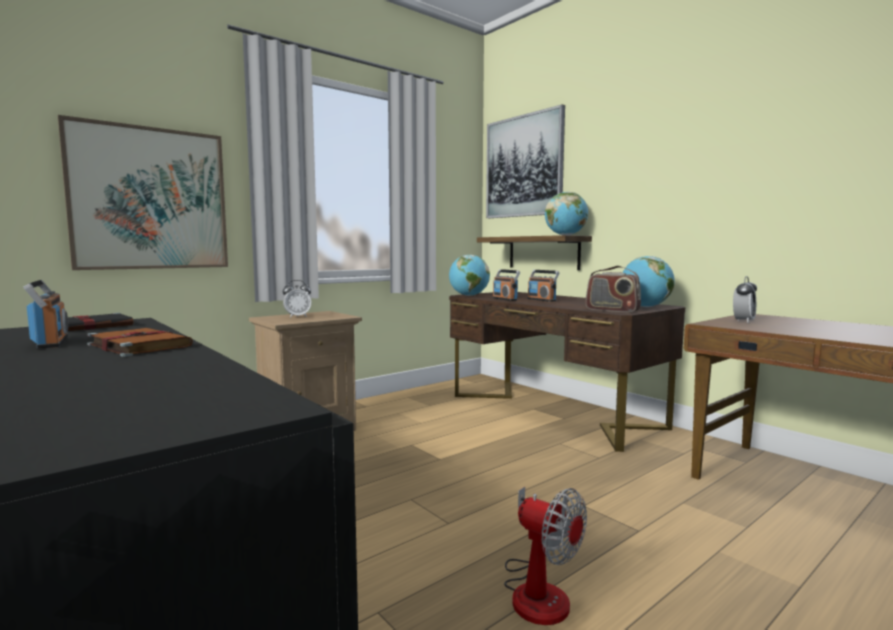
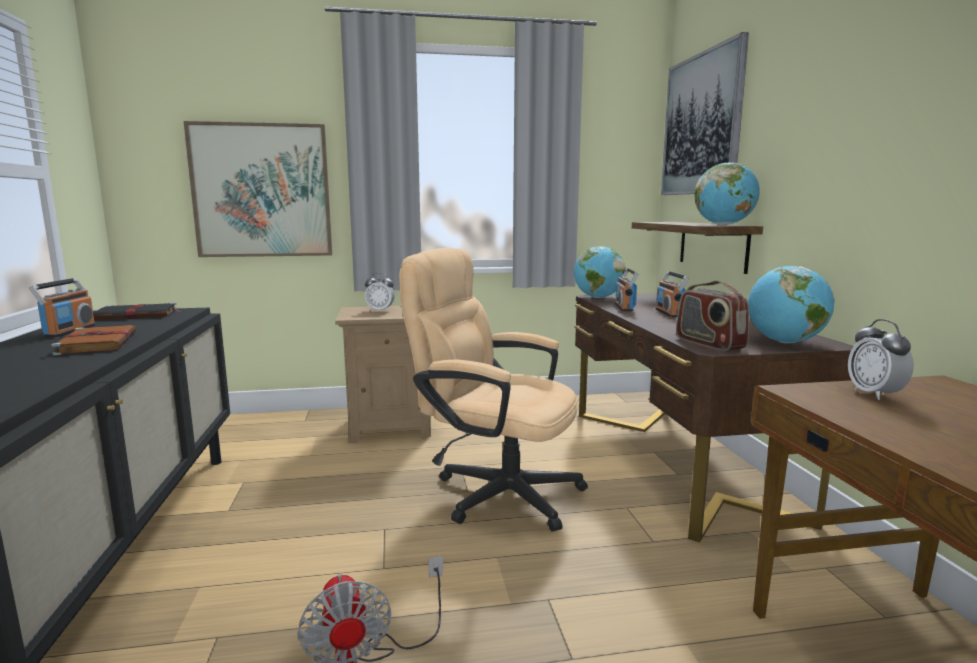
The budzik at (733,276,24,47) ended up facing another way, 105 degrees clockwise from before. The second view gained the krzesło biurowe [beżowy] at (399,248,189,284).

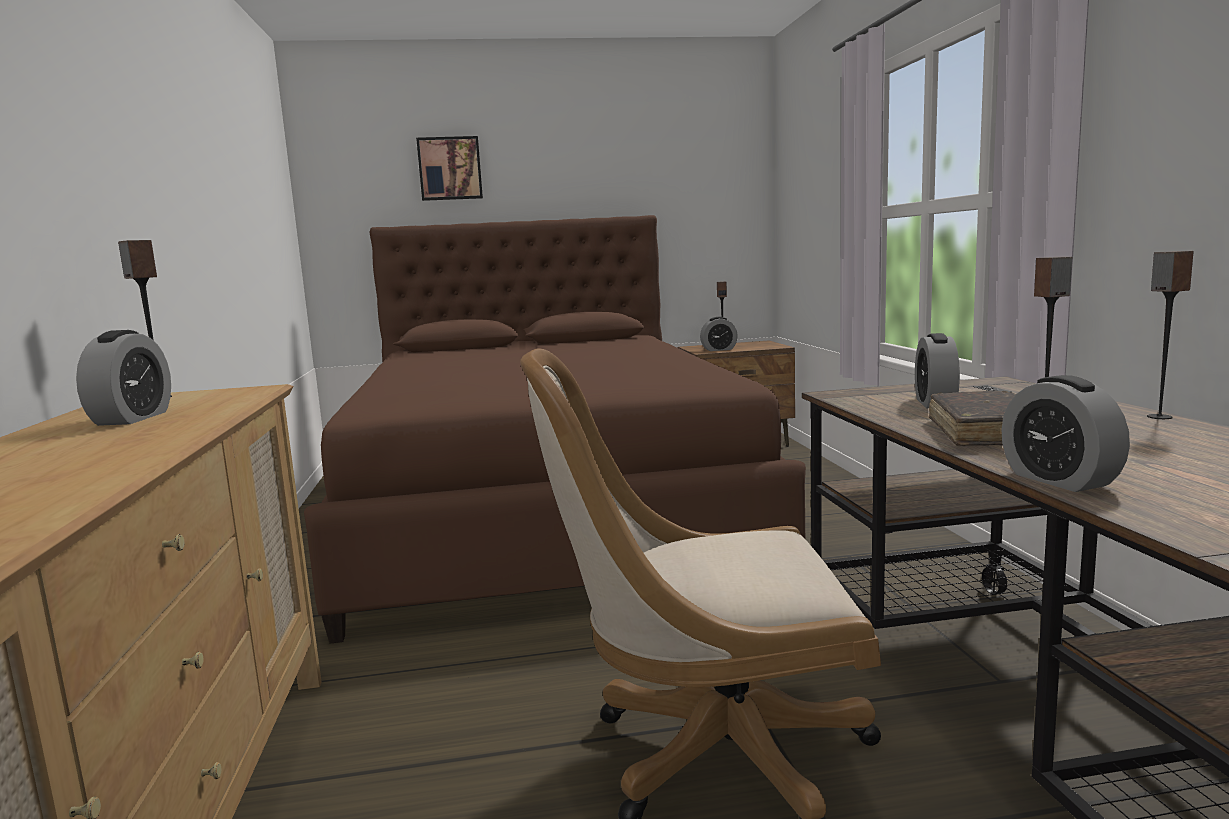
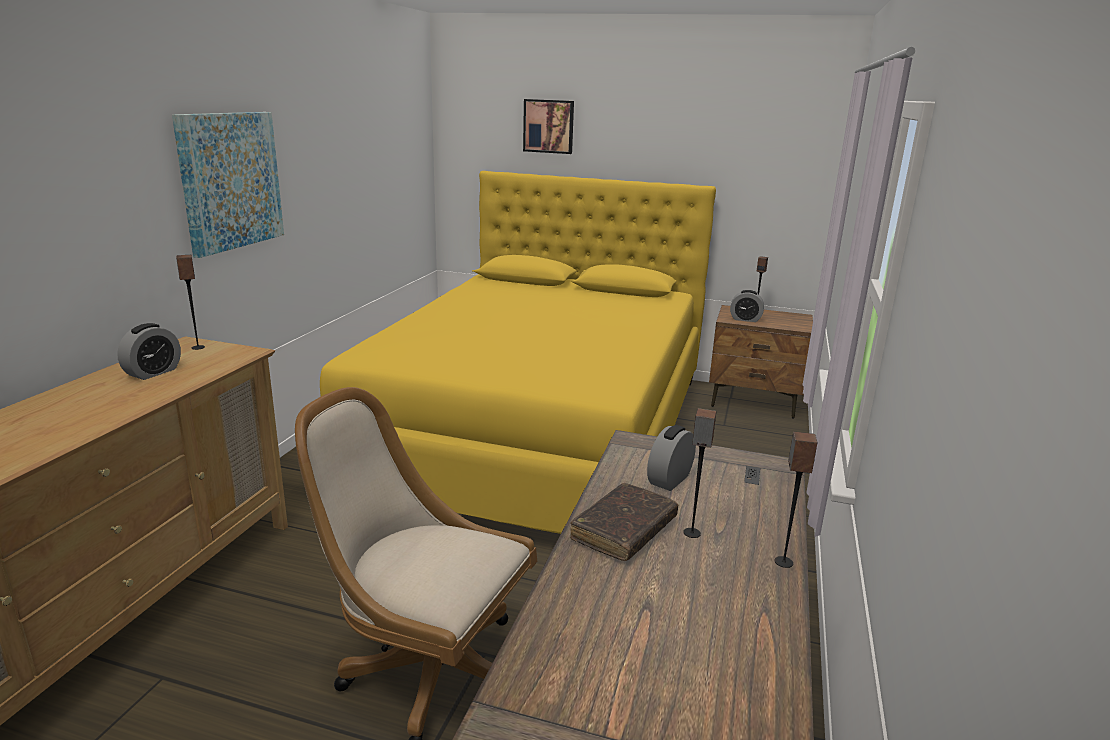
What was the łóżko [brązowy] at (304,215,502,429) turned into the łóżko [żółty] at (320,171,396,363). The second view lost the budzik at (1001,375,129,117). The second view gained the obraz at (172,112,112,146).

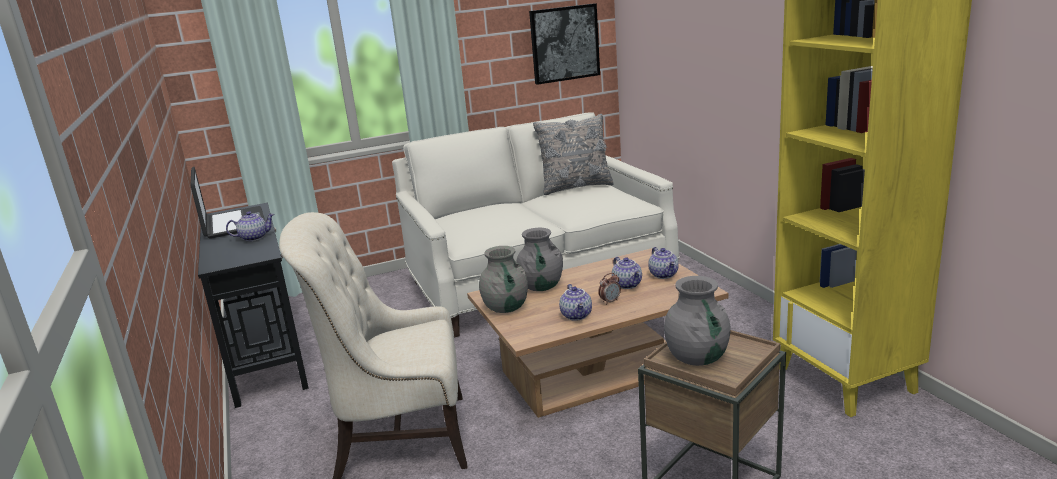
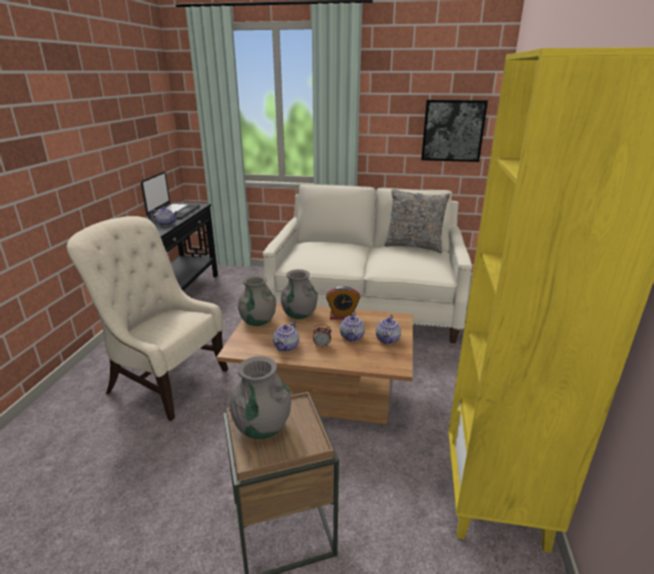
The second view gained the budzik at (326,286,34,34).

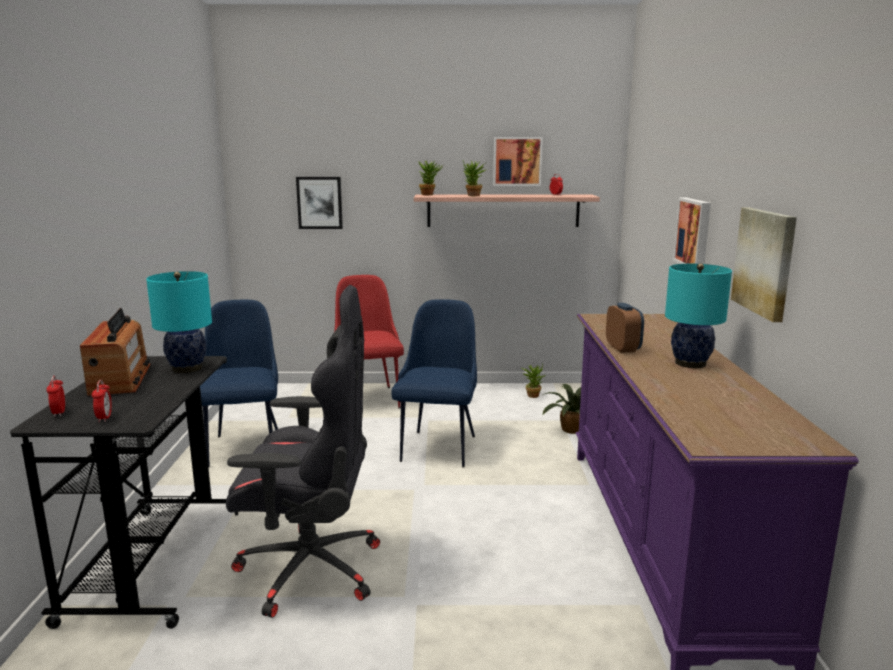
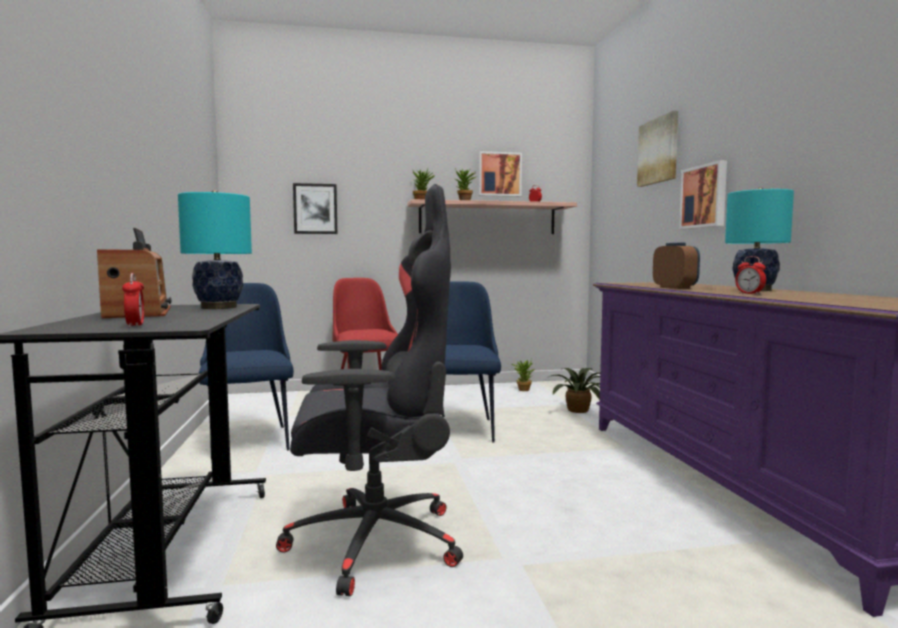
The budzik ended up elsewhere, having gone from (46,375,19,42) to (735,256,31,38). The obraz ended up elsewhere, having gone from (731,208,66,114) to (637,111,41,76).

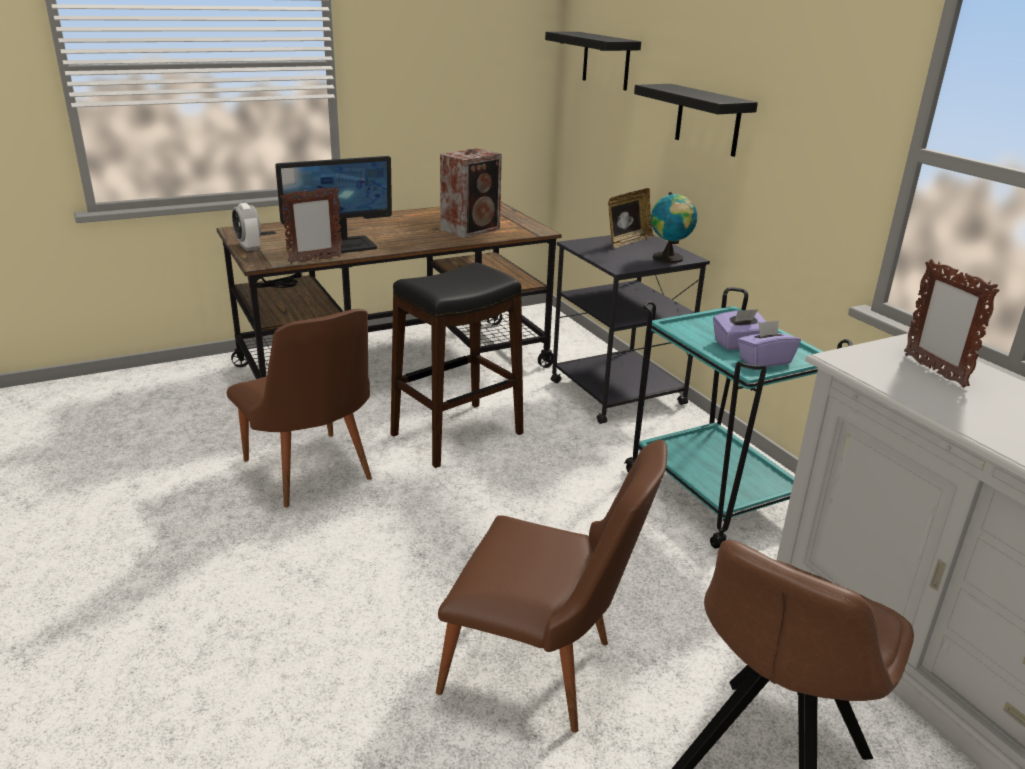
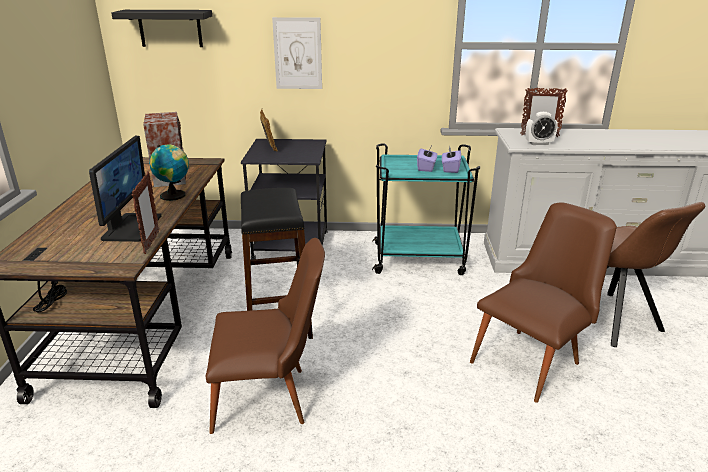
The budzik ended up elsewhere, having gone from (232,203,29,48) to (526,112,32,33). Where the półka [czarny] hung at (634,84,124,73), the obraz came to hang at (272,17,50,72). The globus ended up elsewhere, having gone from (651,192,46,71) to (149,144,40,57).

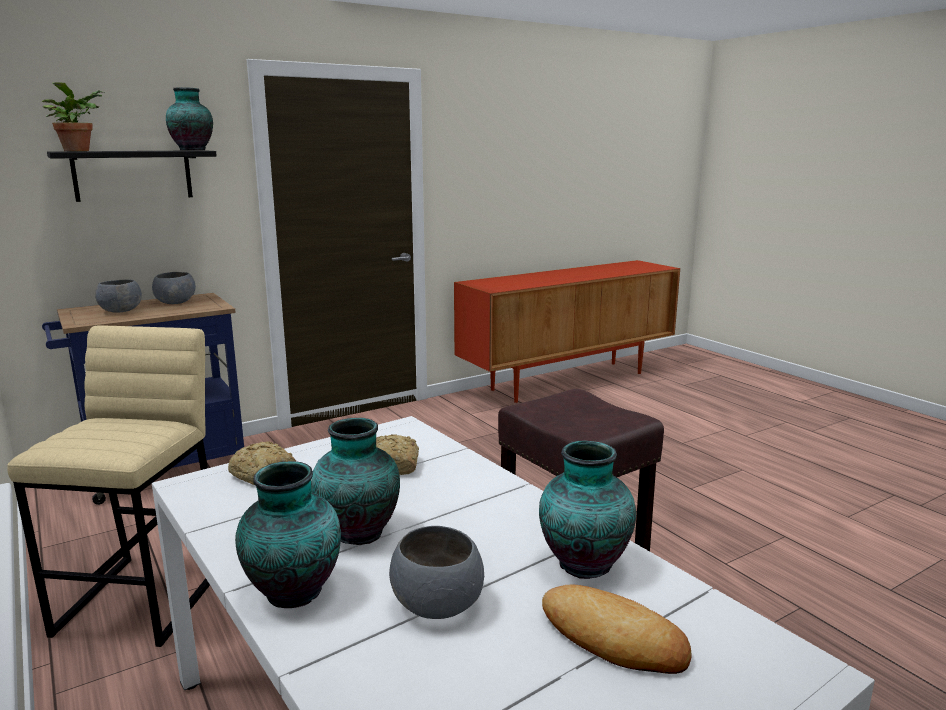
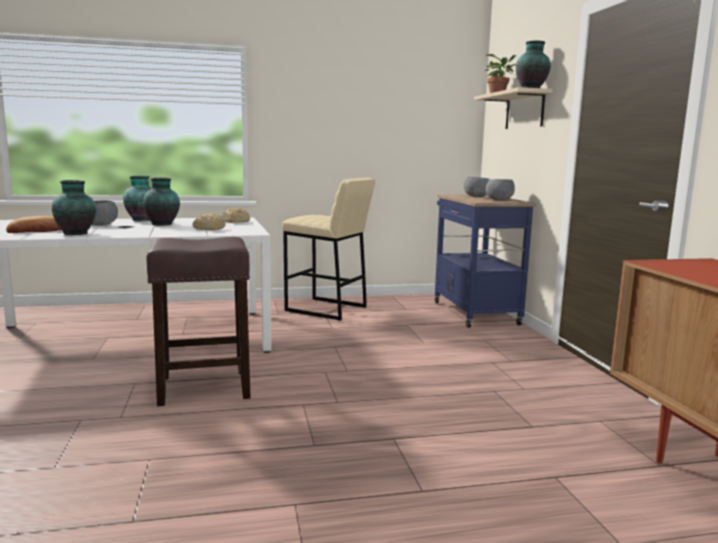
What was the półka [czarny] at (47,150,170,52) turned into the półka [beżowy] at (474,87,79,42).

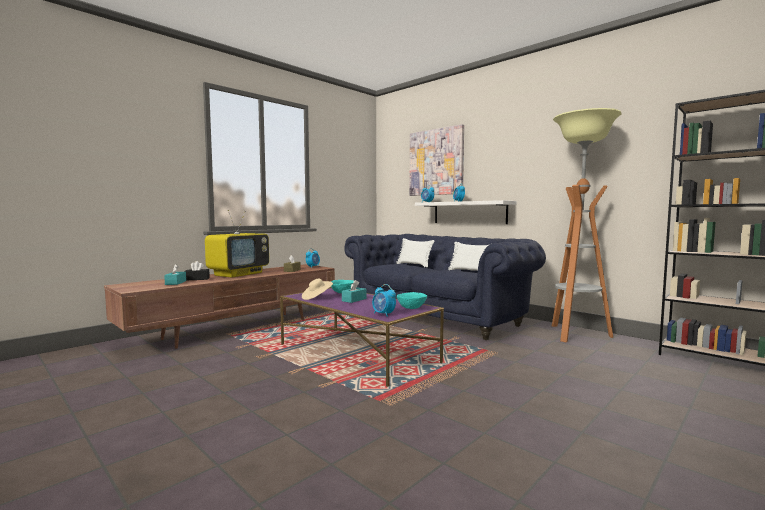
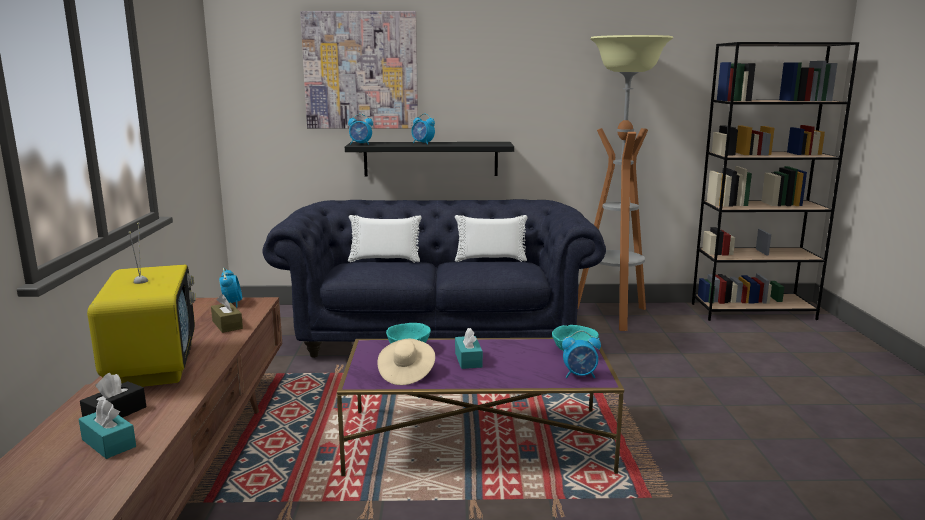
What was the półka [biały] at (415,200,102,24) turned into the półka [czarny] at (345,142,169,34).

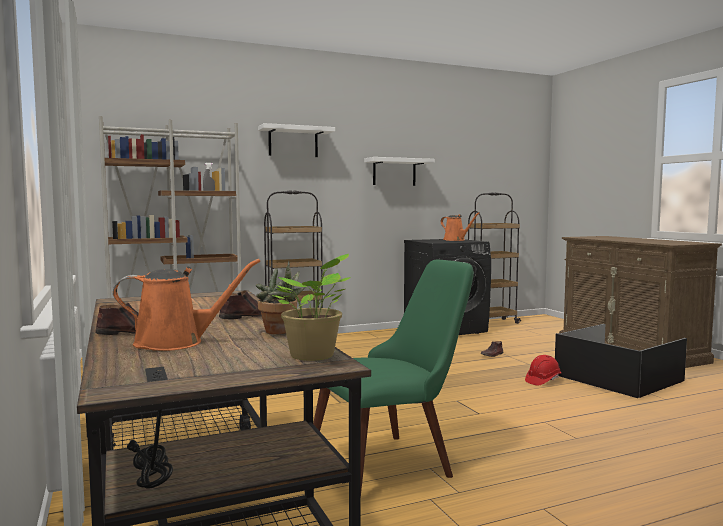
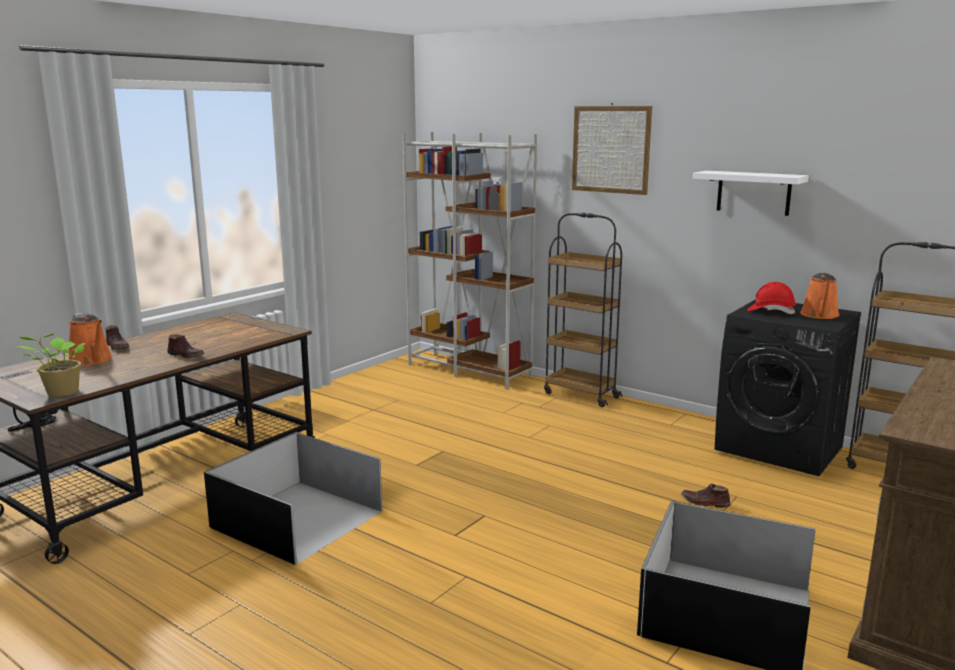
The second view lost the roślina doniczkowa at (256,261,49,73). Where the półka [biały] hung at (258,123,77,34), the obraz came to hang at (572,103,80,92). Where the krzesło [zielony] stood at (313,260,161,230), the pojemnik do przechowywania [czarny] came to stand at (204,432,178,133). The kask [czerwony] ended up elsewhere, having gone from (525,355,36,30) to (748,282,48,32).

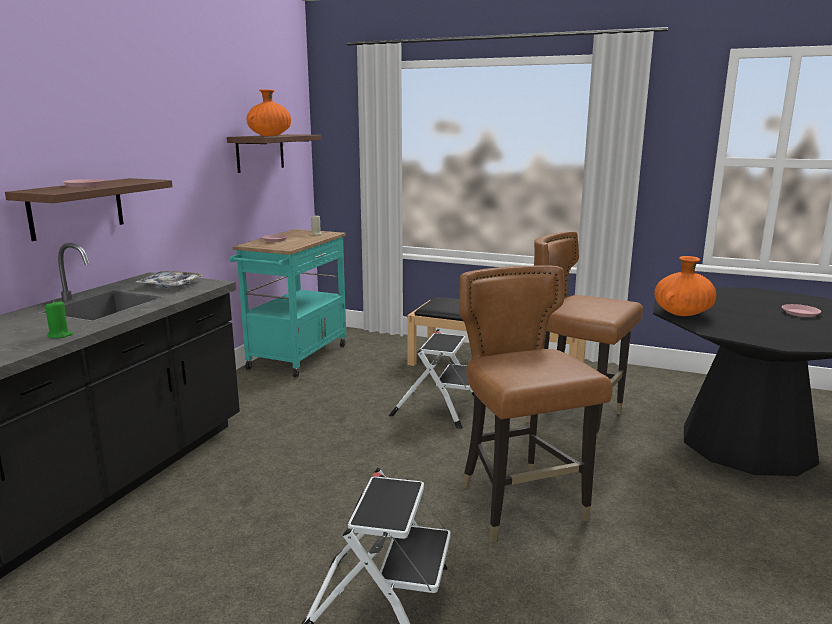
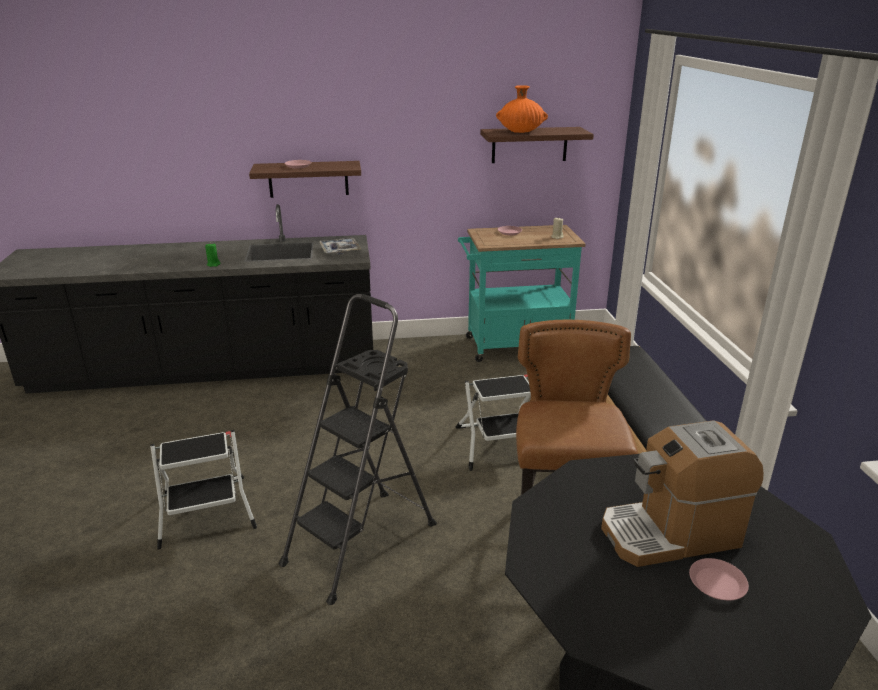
Where the krzesło [brązowy] stood at (459,265,154,277), the drabinka came to stand at (278,294,159,311). The second view lost the wazon [pomarańczowy] at (654,256,62,60). The second view gained the ekspres do kawy at (601,420,162,147).

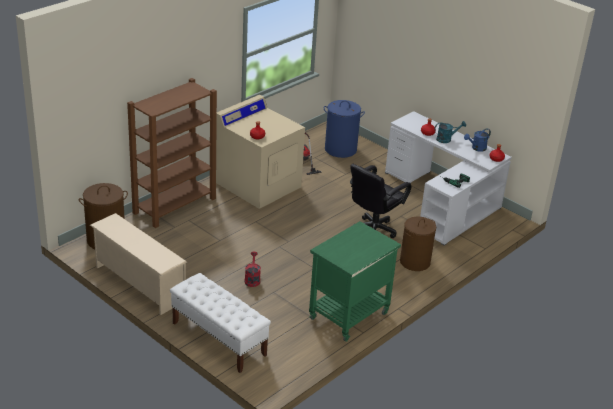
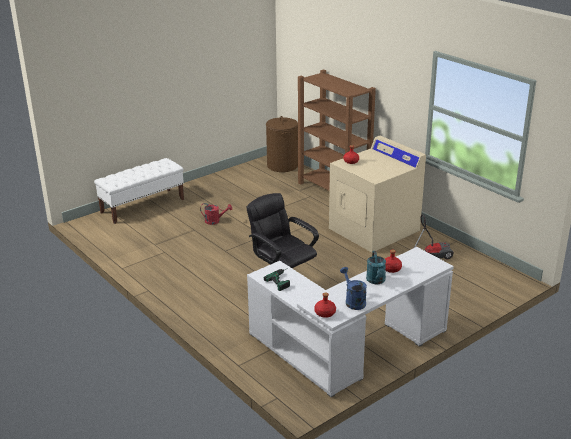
The second view lost the regał na buty [beżowy] at (90,213,97,102). The second view lost the wózek [zielony] at (309,221,92,121). The second view lost the kosz na pranie [niebieski] at (324,100,41,58). The second view lost the kosz na pranie [brązowy] at (400,217,36,54).

